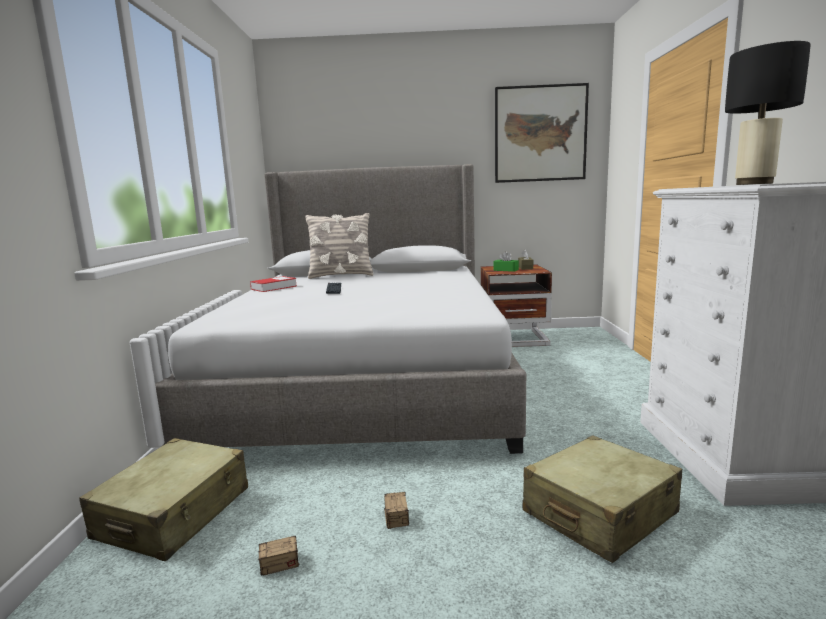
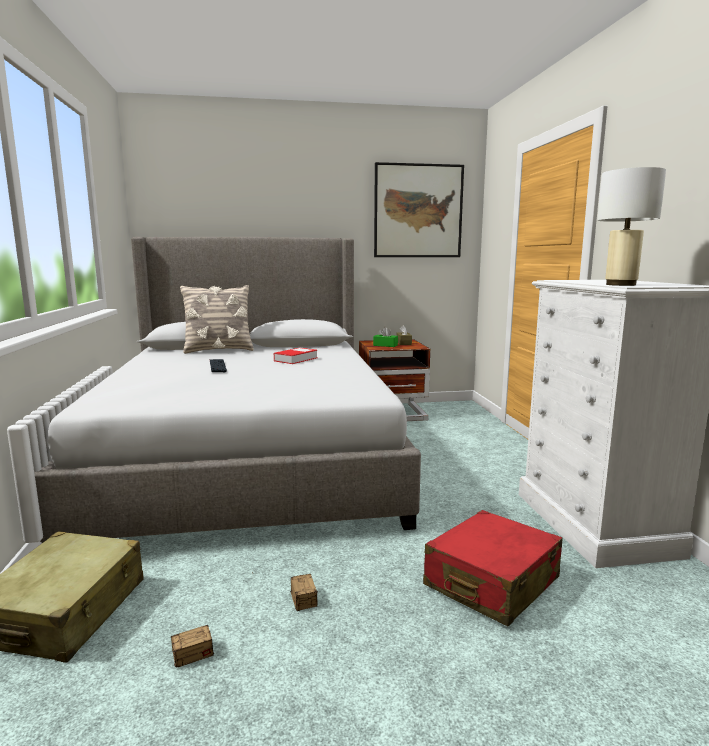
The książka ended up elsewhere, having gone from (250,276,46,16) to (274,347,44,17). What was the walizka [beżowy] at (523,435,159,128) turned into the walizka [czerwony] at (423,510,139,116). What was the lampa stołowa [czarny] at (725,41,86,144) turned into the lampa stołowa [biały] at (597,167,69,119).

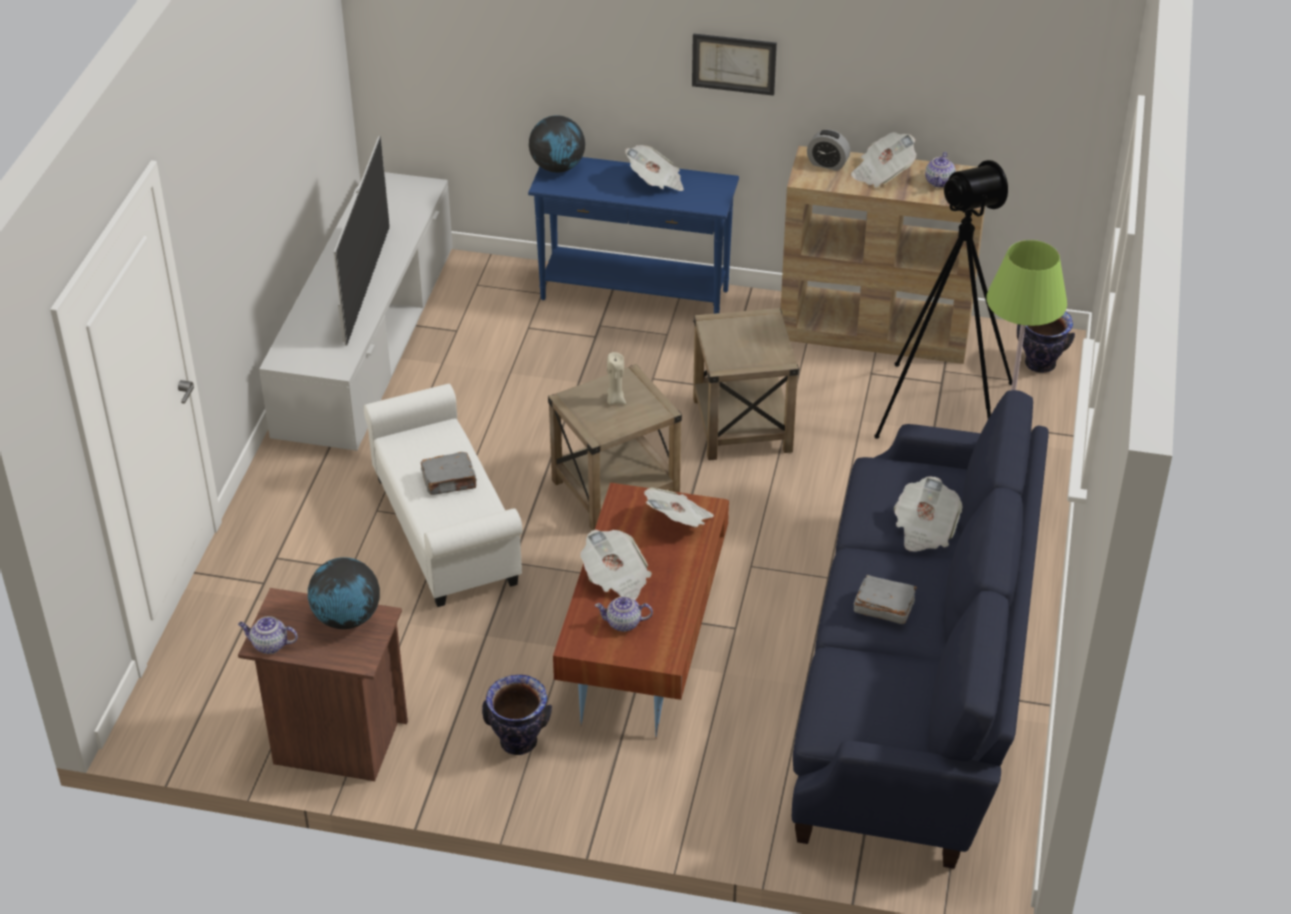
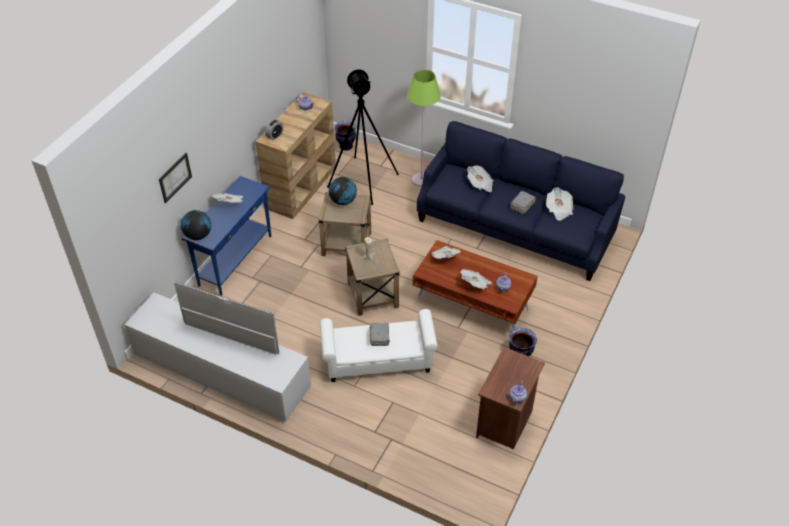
The globus ended up elsewhere, having gone from (308,557,72,72) to (329,177,28,28). The obraz ended up elsewhere, having gone from (692,33,85,63) to (159,153,33,50). The gazeta ended up elsewhere, having gone from (851,132,65,55) to (546,188,27,33).

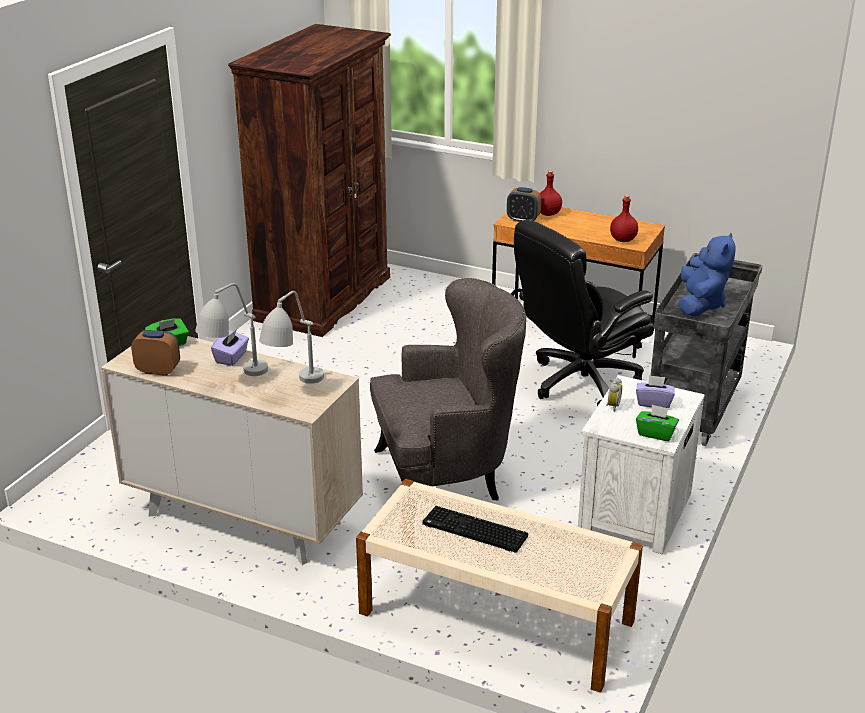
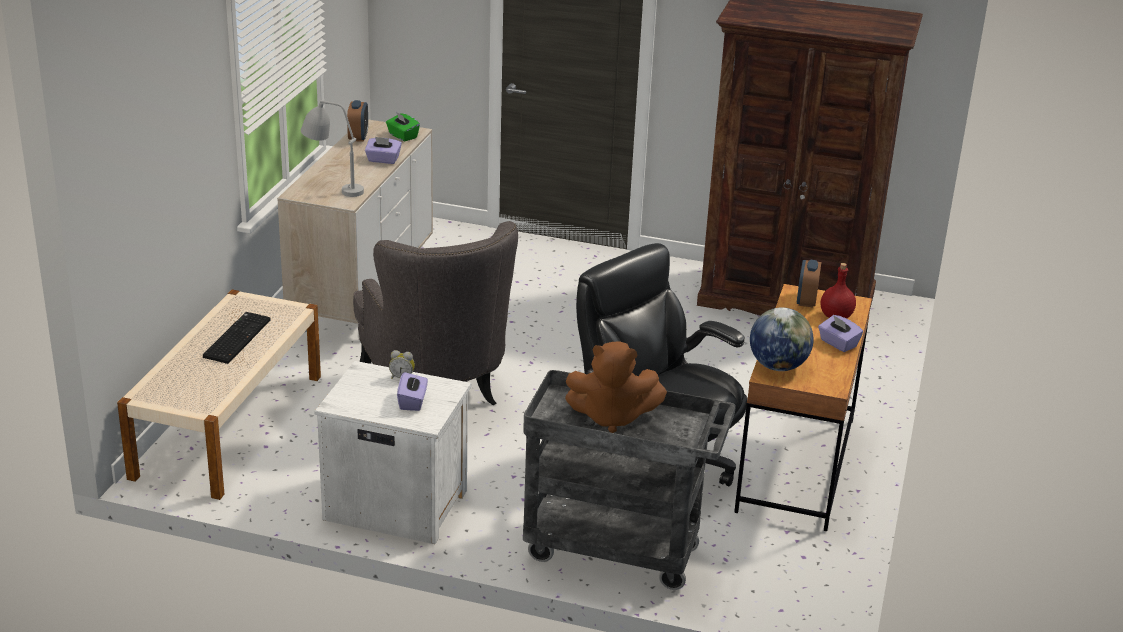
The second view lost the lampa stołowa [szary] at (195,283,73,93). Where the butelka [czerwony] stood at (610,195,28,47), the globus came to stand at (750,307,64,64). The second view lost the pudełko chusteczek [zielony] at (636,404,43,37). What was the pluszak [niebieski] at (678,232,58,84) turned into the pluszak [brązowy] at (565,341,102,92). The second view gained the pudełko chusteczek [fioletowy] at (818,315,45,37).

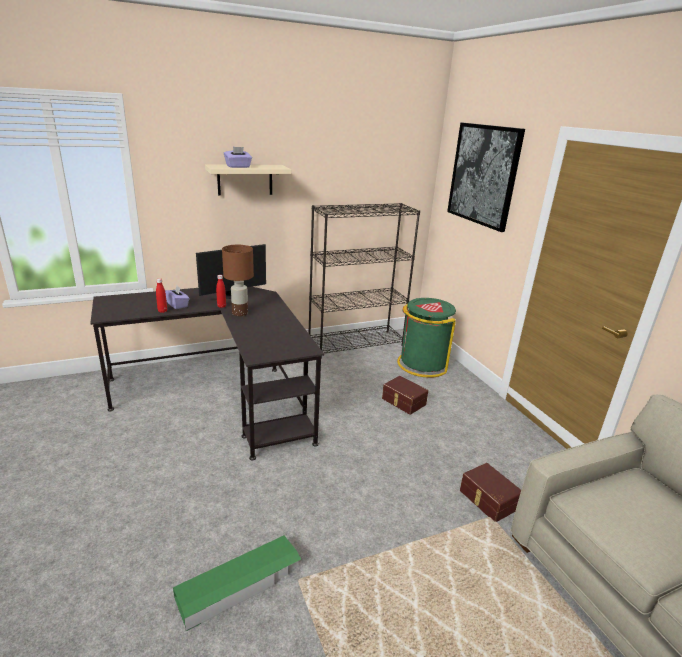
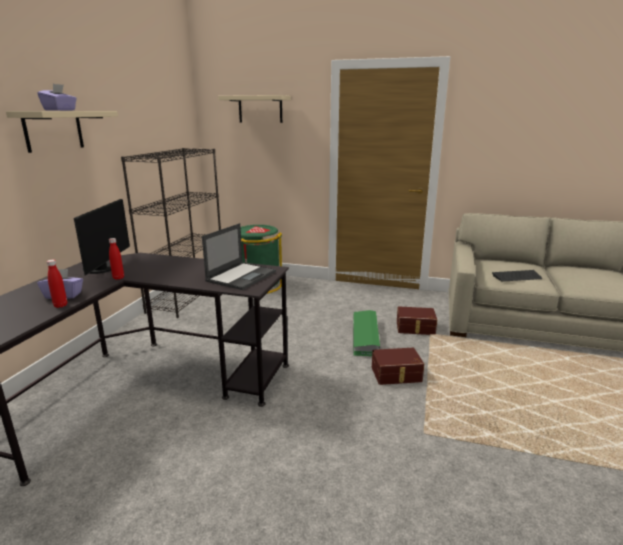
The pojemnik do przechowywania [zielony] ended up elsewhere, having gone from (173,535,128,96) to (353,310,27,46). The second view lost the lampa stołowa [brązowy] at (222,245,32,71). The pojemnik do przechowywania [brązowy] ended up elsewhere, having gone from (382,376,46,39) to (372,348,52,37). Where the obraz hung at (447,123,78,109), the półka [beżowy] came to hang at (218,95,73,28). The second view gained the laptop at (202,223,74,67). The second view gained the klawiatura at (492,270,50,12).

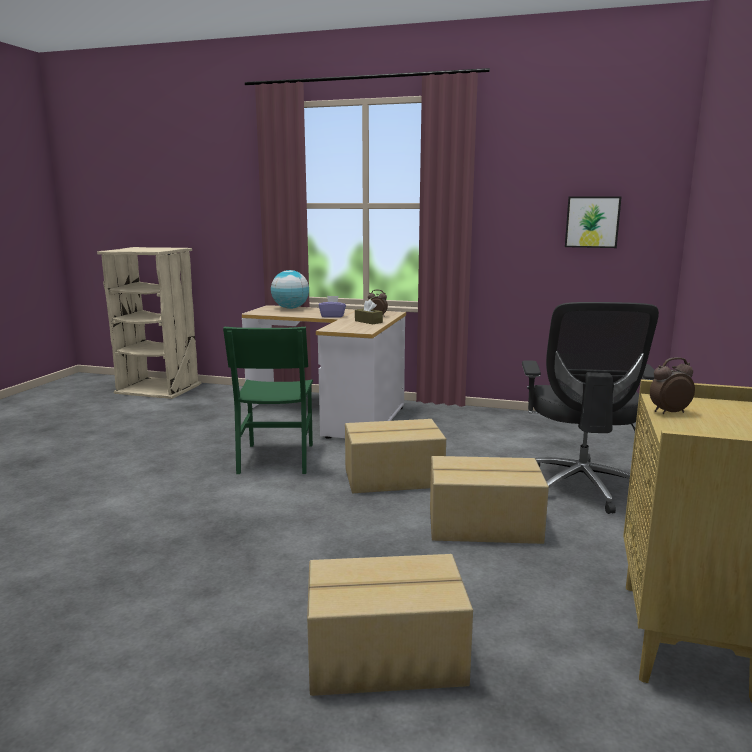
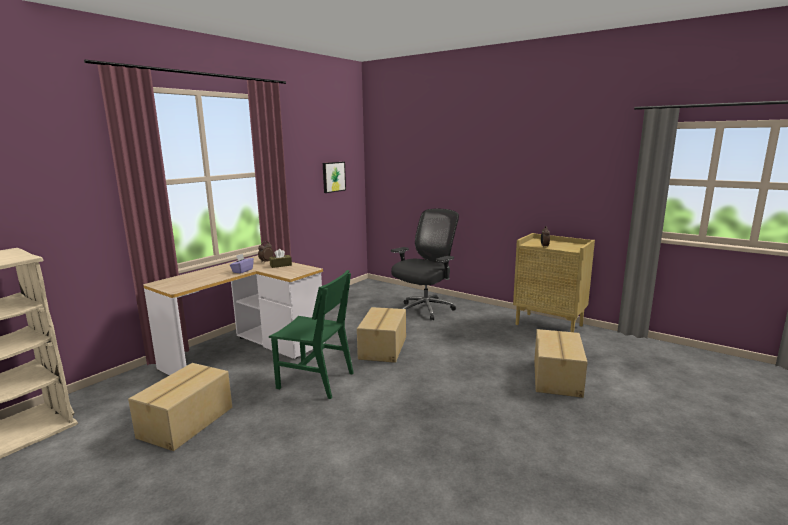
The second view lost the globus at (271,270,38,39). The karton ended up elsewhere, having gone from (430,456,119,88) to (128,363,104,88). The krzesło biurowe at (522,302,137,212) ended up facing another way, 75 degrees counterclockwise from before.

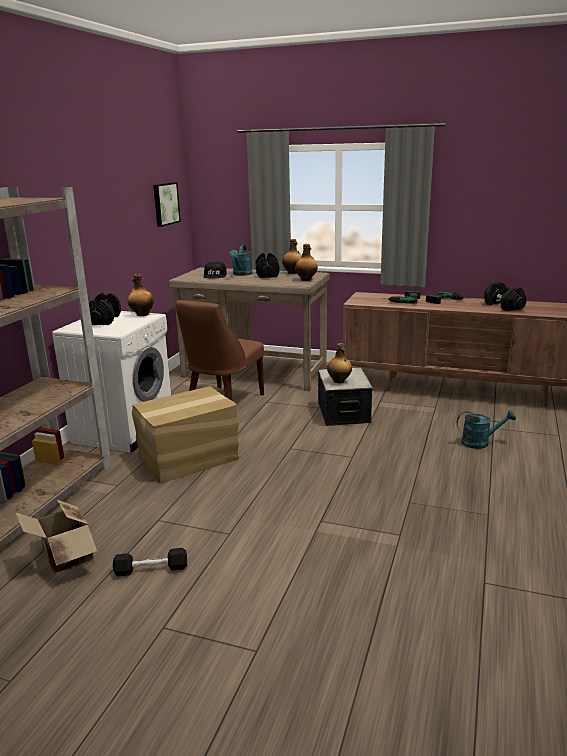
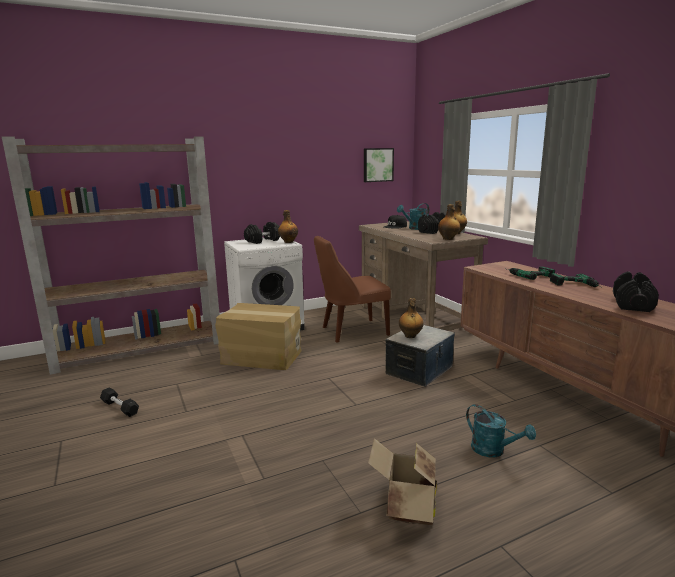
The karton ended up elsewhere, having gone from (15,500,82,73) to (368,438,69,87).

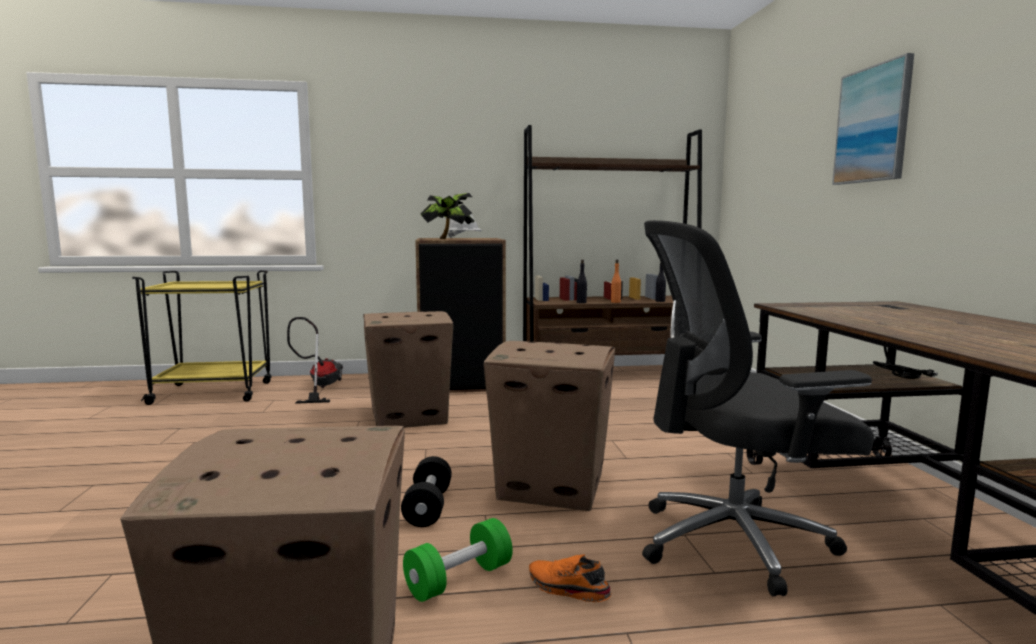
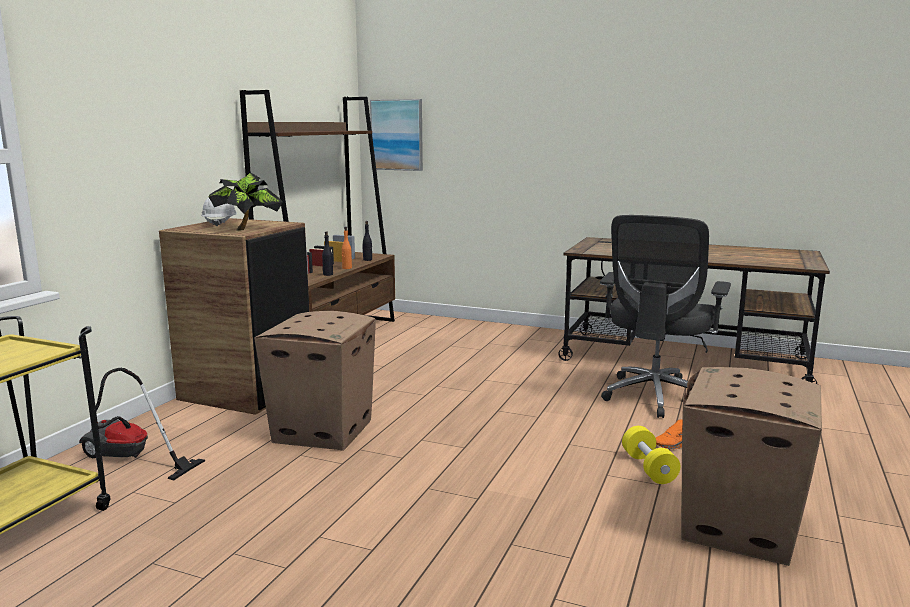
The second view lost the hantel [czarny] at (401,456,51,71). What was the hantel [zielony] at (403,518,110,84) turned into the hantel [żółty] at (622,426,58,58). The second view lost the karton at (483,341,132,170). The obraz ended up elsewhere, having gone from (832,53,82,132) to (370,99,53,72).

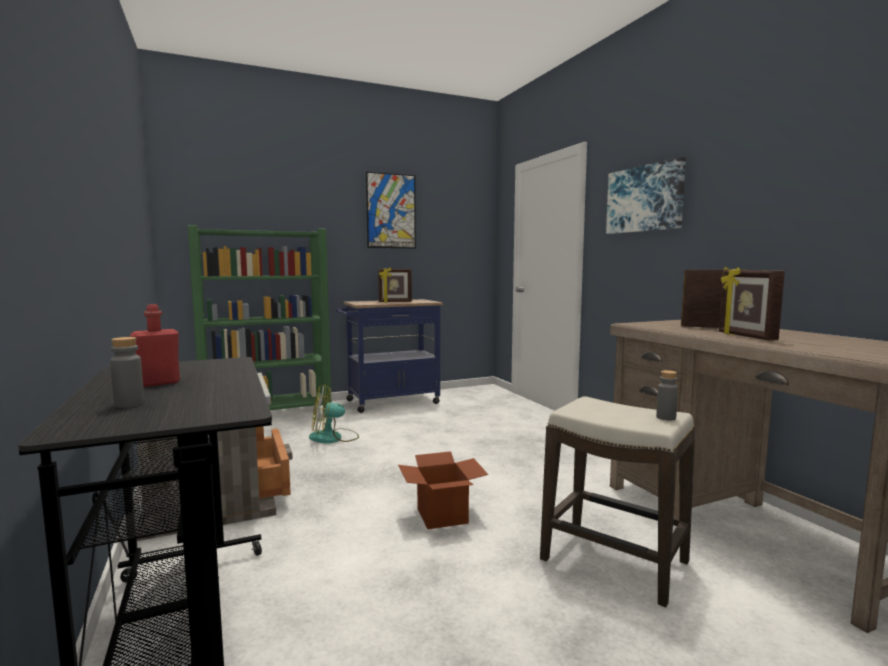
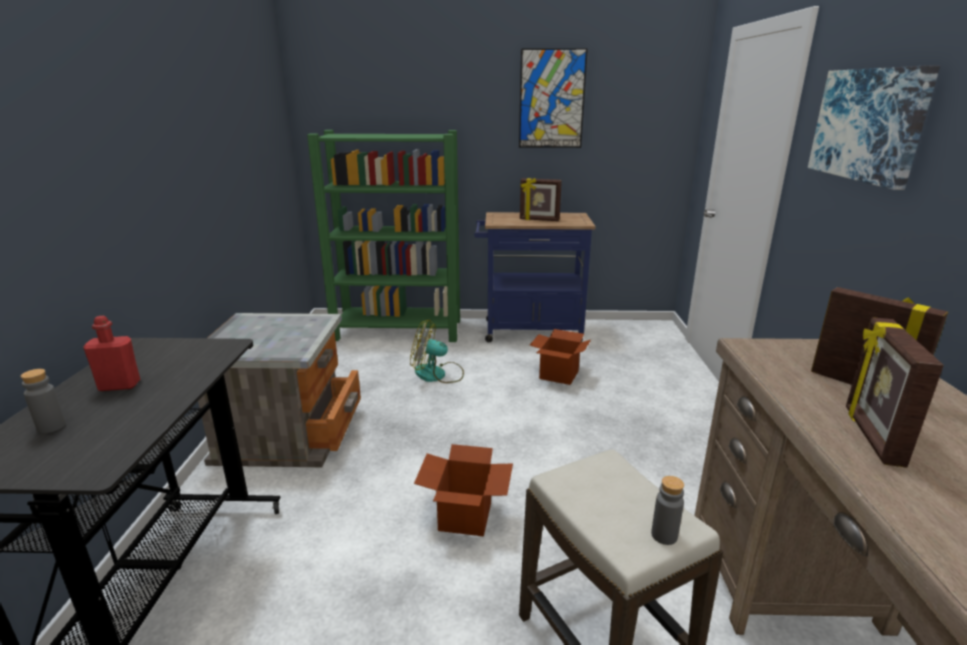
The second view gained the karton at (530,329,61,56).

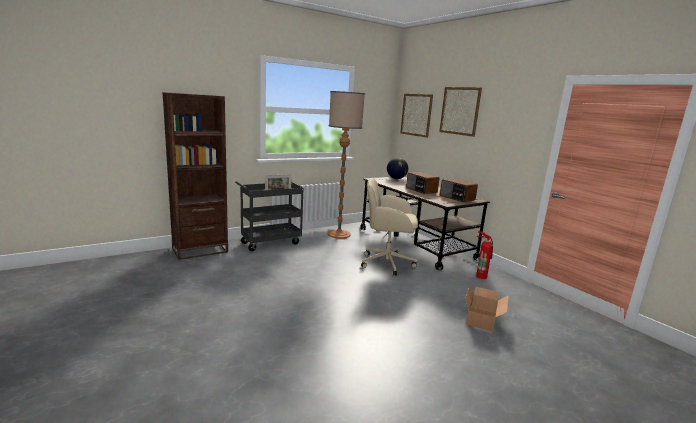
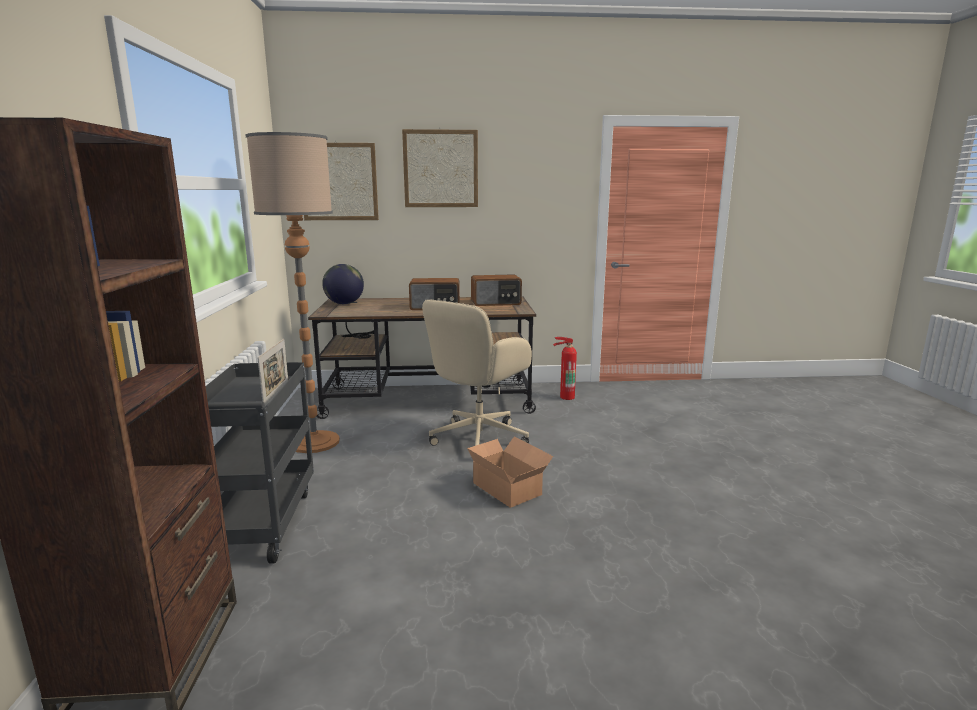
The karton ended up elsewhere, having gone from (465,285,44,47) to (467,436,86,72).

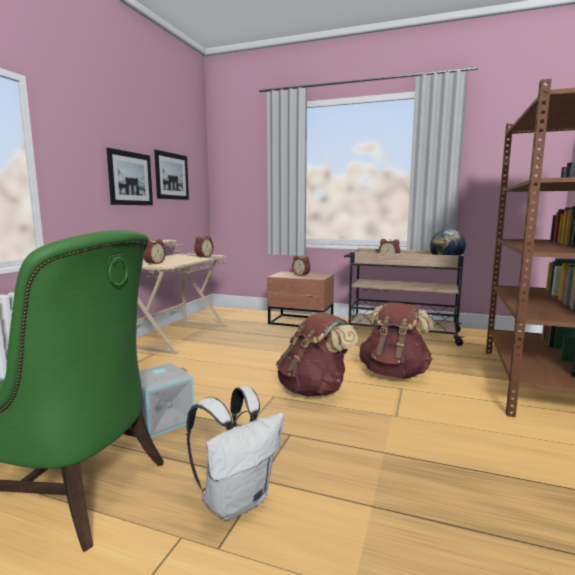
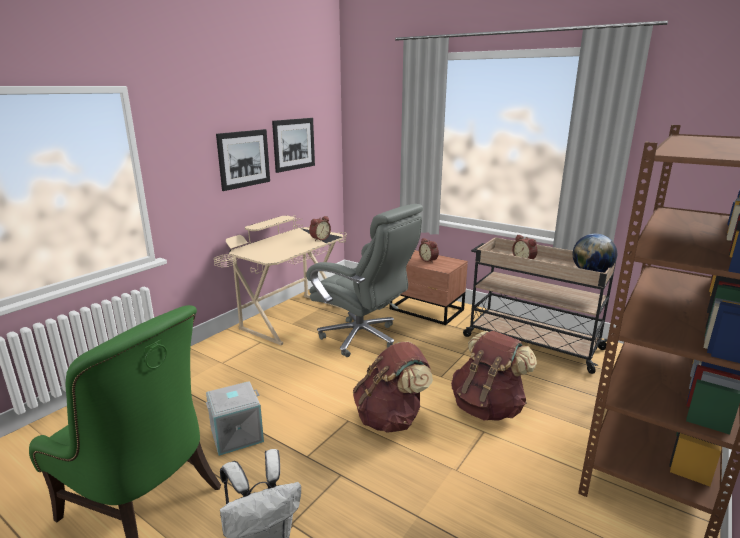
The second view lost the budzik at (143,239,23,26). The second view gained the krzesło biurowe [szary] at (306,204,117,153).

